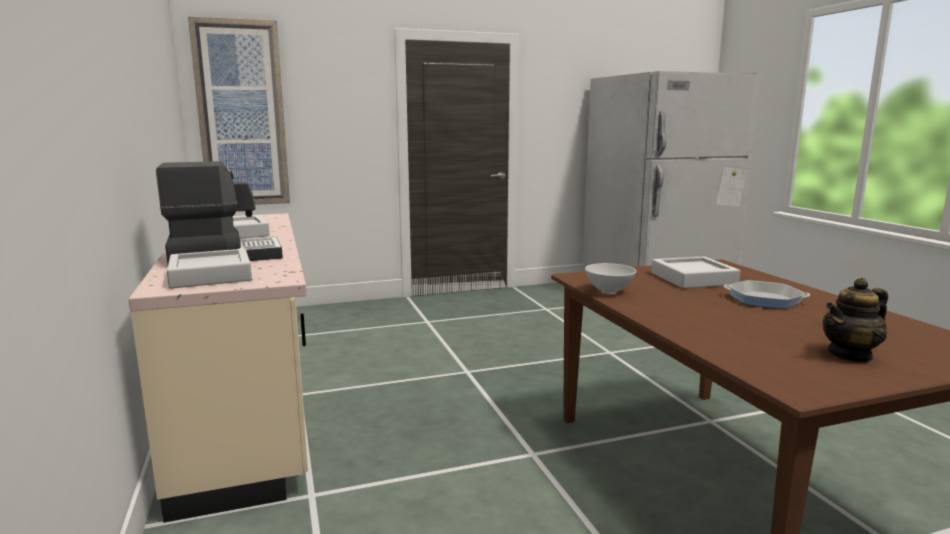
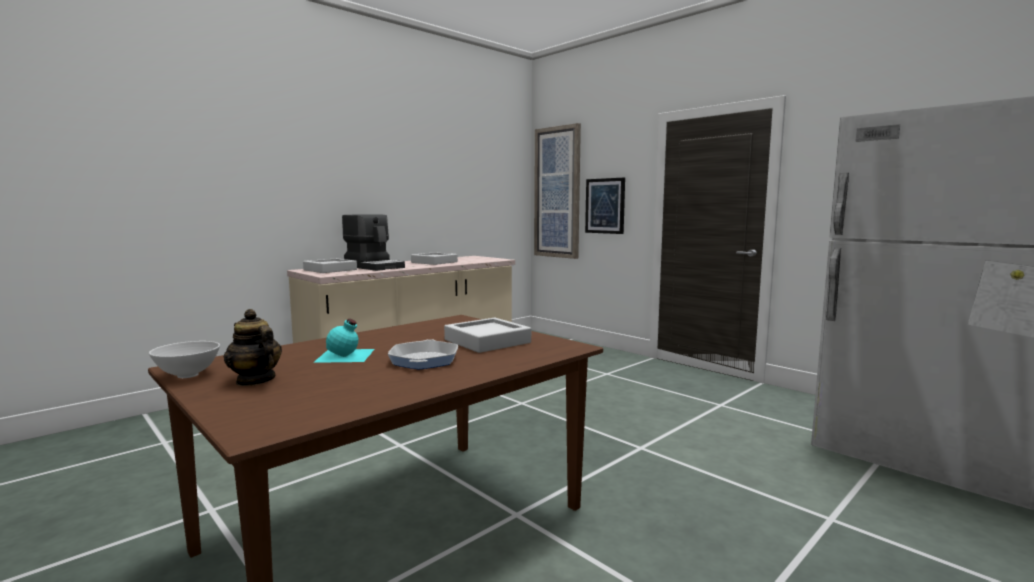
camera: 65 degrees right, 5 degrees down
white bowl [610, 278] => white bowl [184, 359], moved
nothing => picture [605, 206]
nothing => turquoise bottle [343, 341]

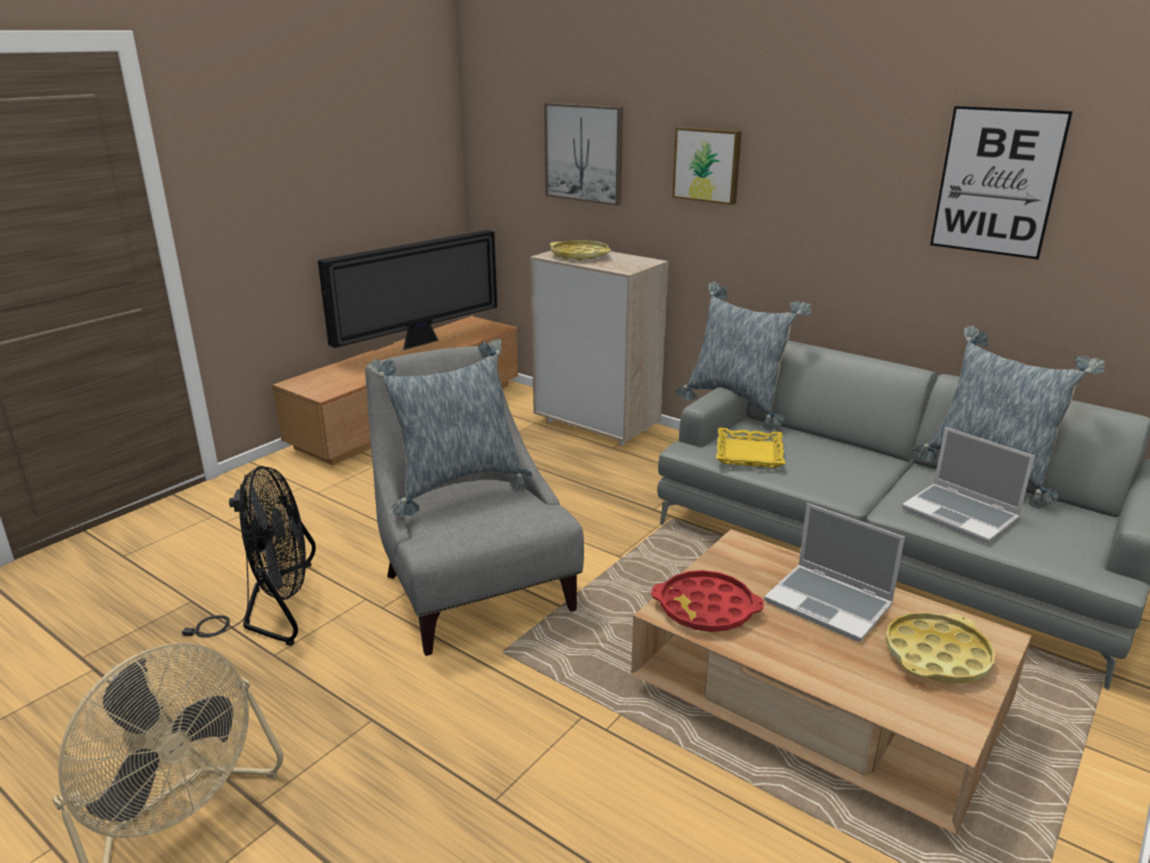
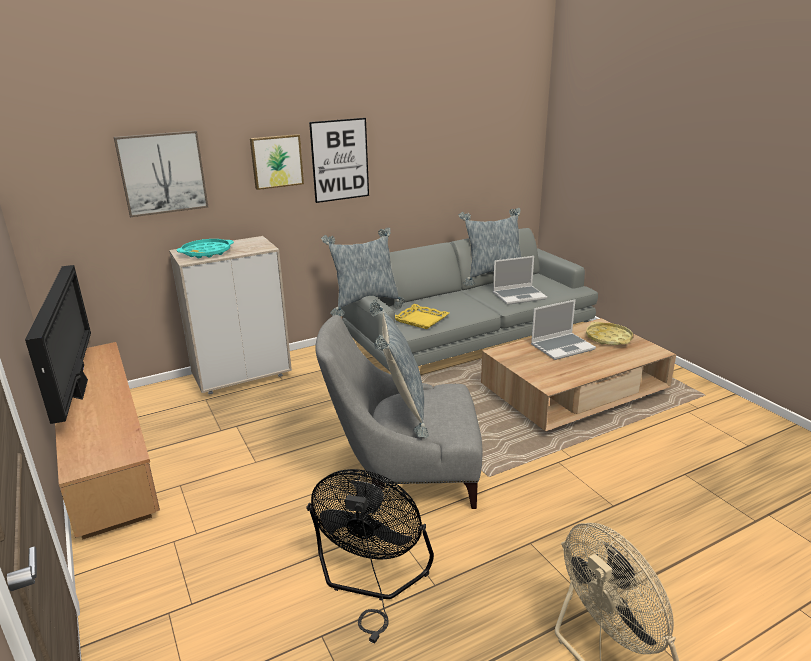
camera: 65 degrees left, 0 degrees up
picture [1001, 183] => picture [339, 160], moved
yellow tray [580, 250] => turquoise tray [205, 248]
red tray [707, 601] => nothing

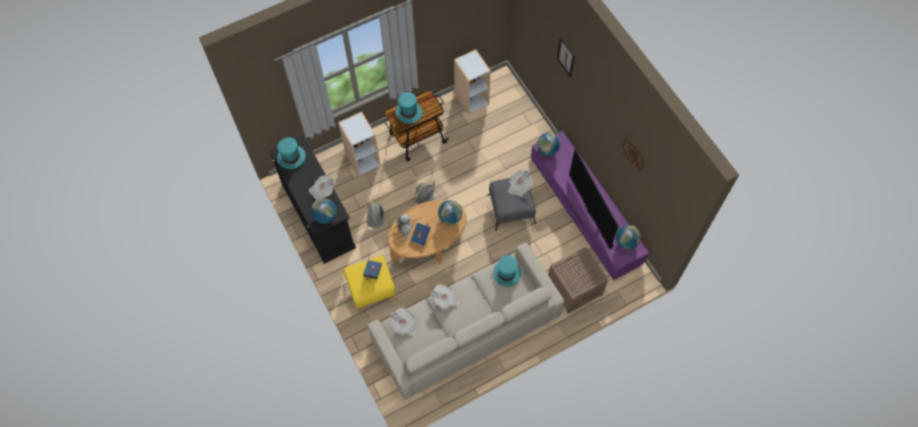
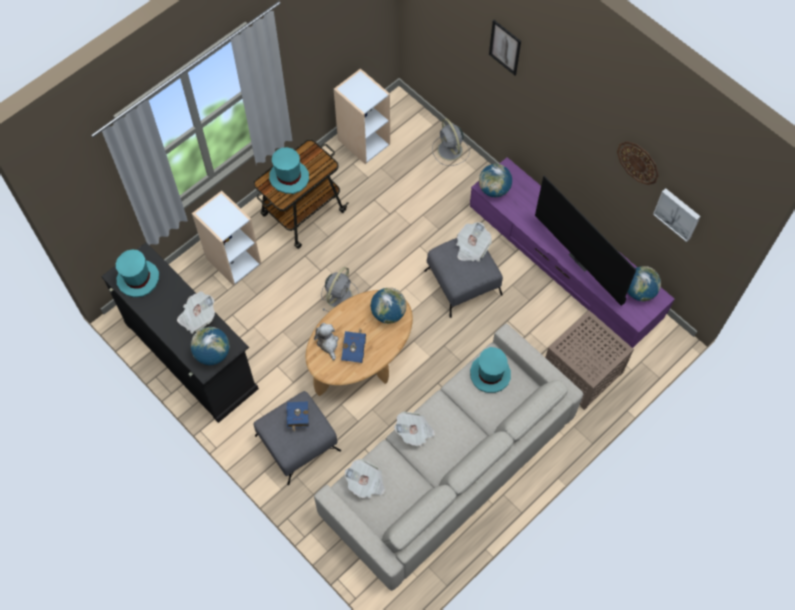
camera: 15 degrees left, 0 degrees up
grey fan [376, 215] => grey fan [451, 142], moved
yellow ottoman [371, 285] => grey ottoman [297, 438]
nothing => picture [677, 215]

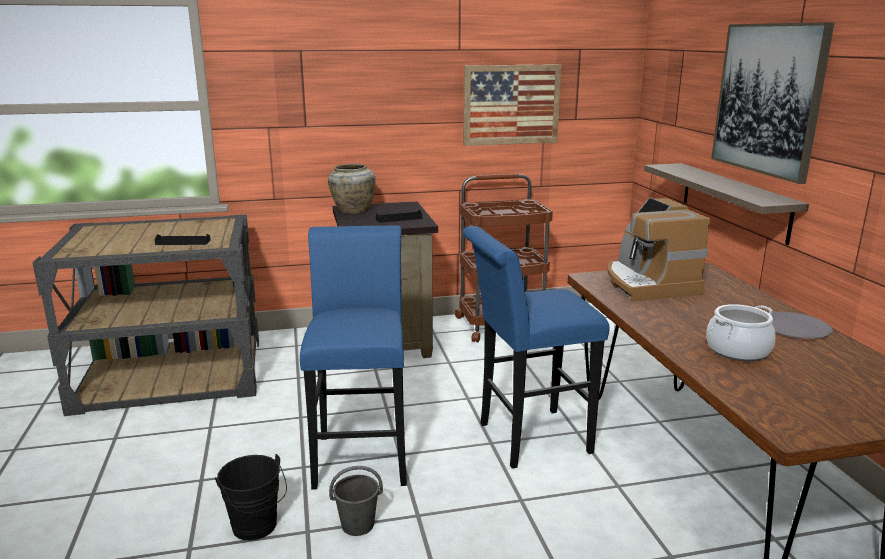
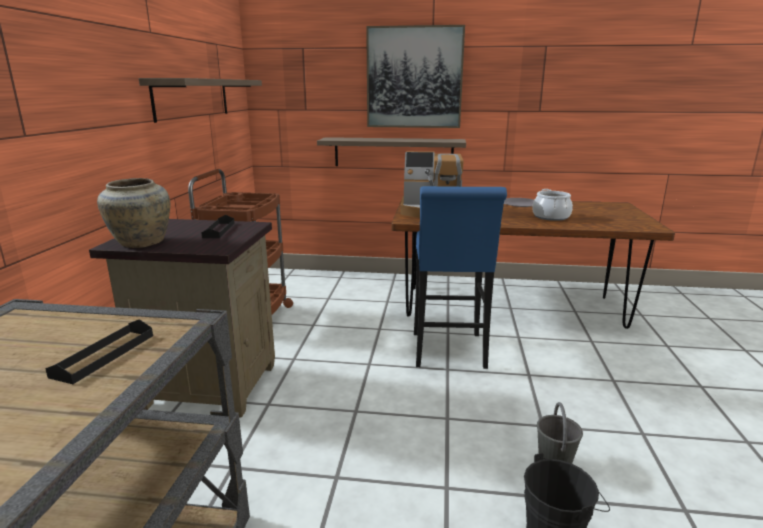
camera: 70 degrees left, 0 degrees up
picture [512, 105] => shelf [200, 100]
blue stool [353, 357] => nothing

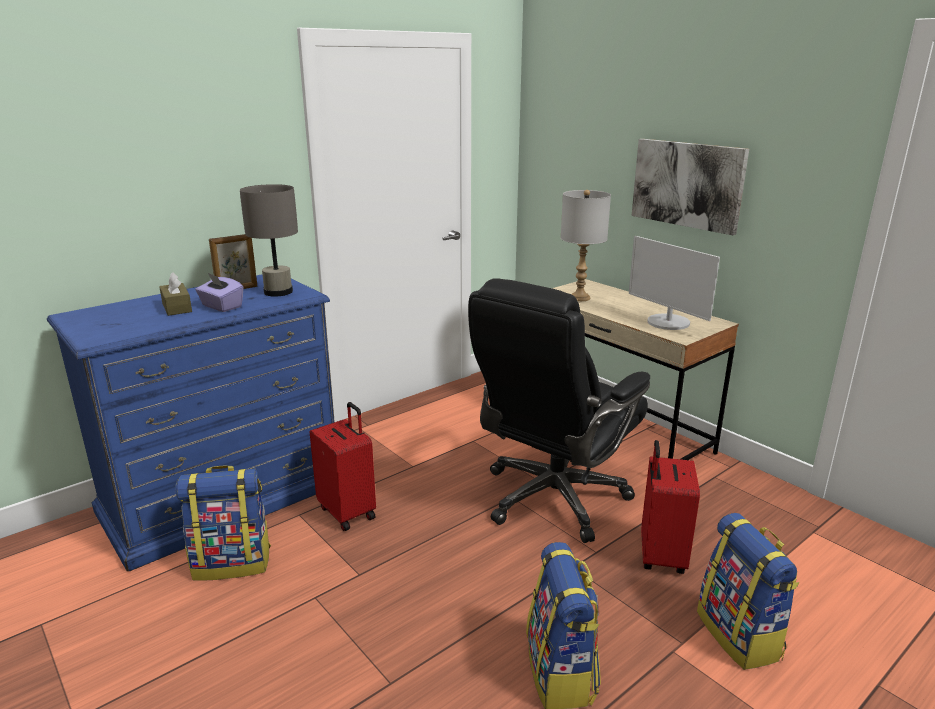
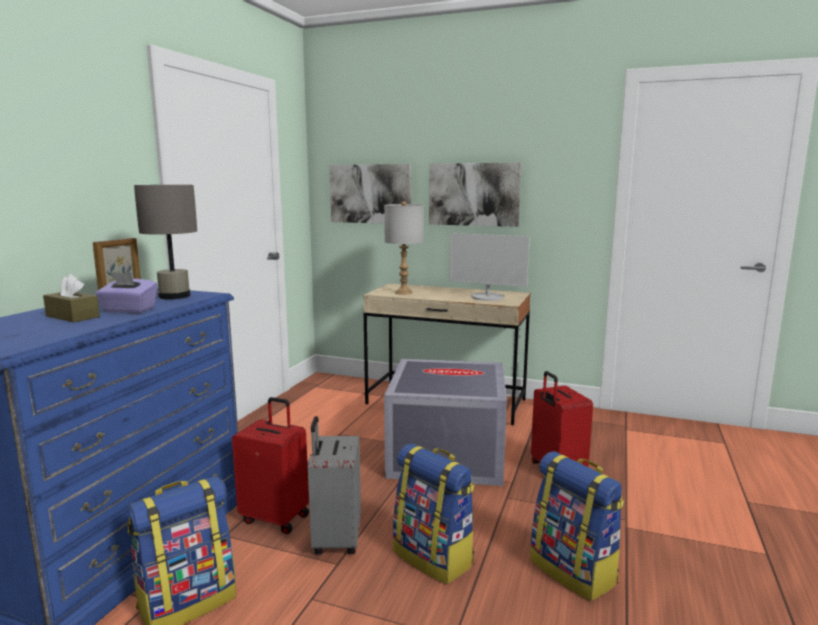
camera: 30 degrees left, 10 degrees down
black office chair [559, 410] => grey storage box [445, 422]
backpack [748, 591] => backpack [433, 514], moved
nothing => picture [370, 194]
nothing => grey suitcase [334, 485]

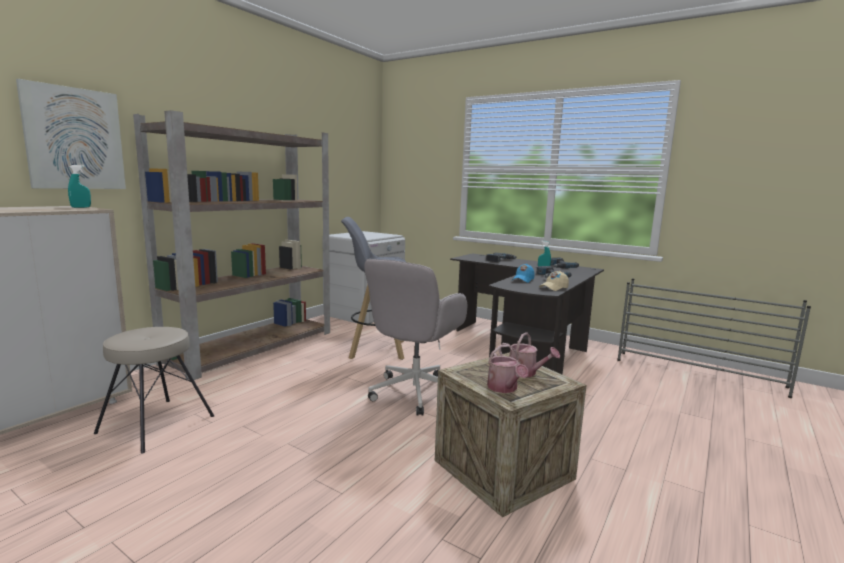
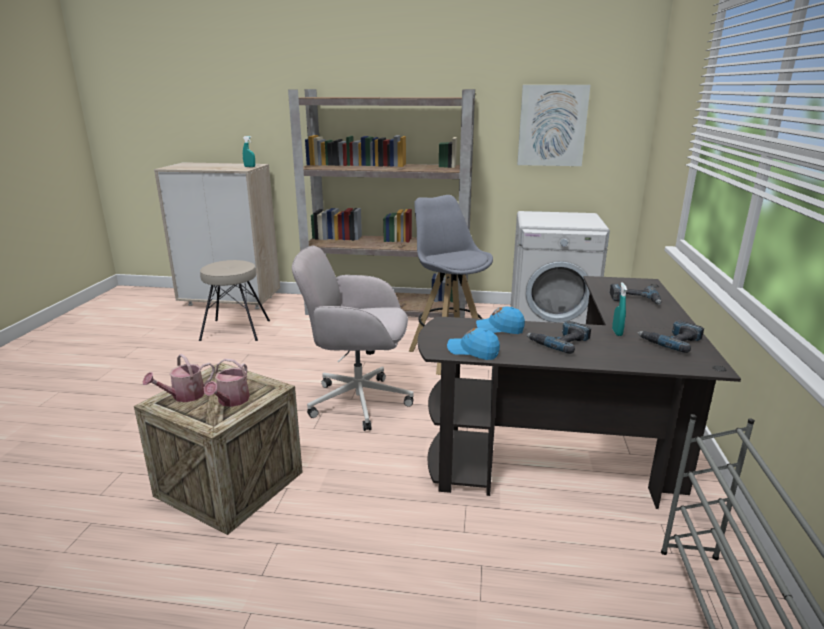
camera: 65 degrees right, 10 degrees up
picture [71, 134] => picture [553, 125], moved
beige cap [554, 281] => blue cap [473, 344]

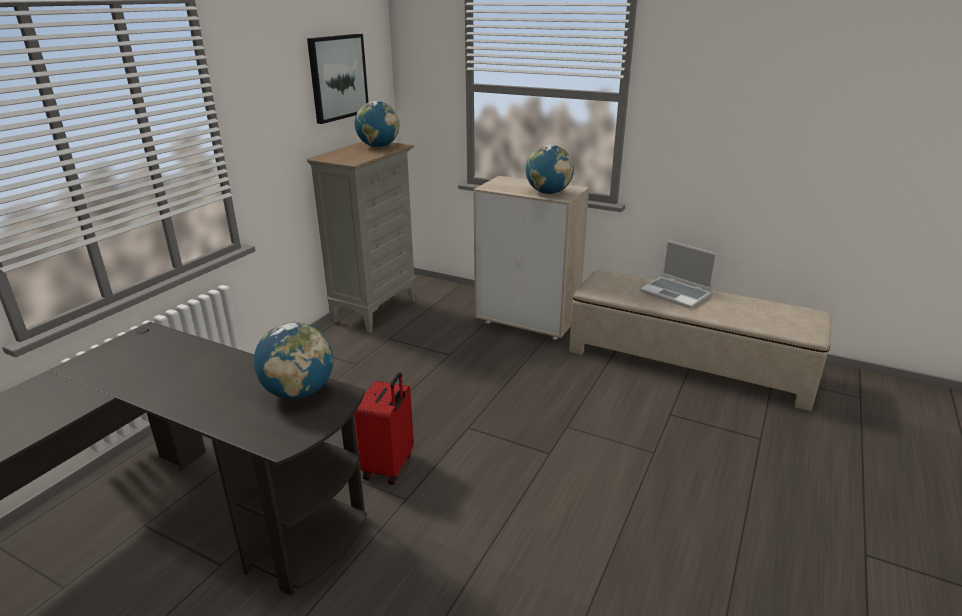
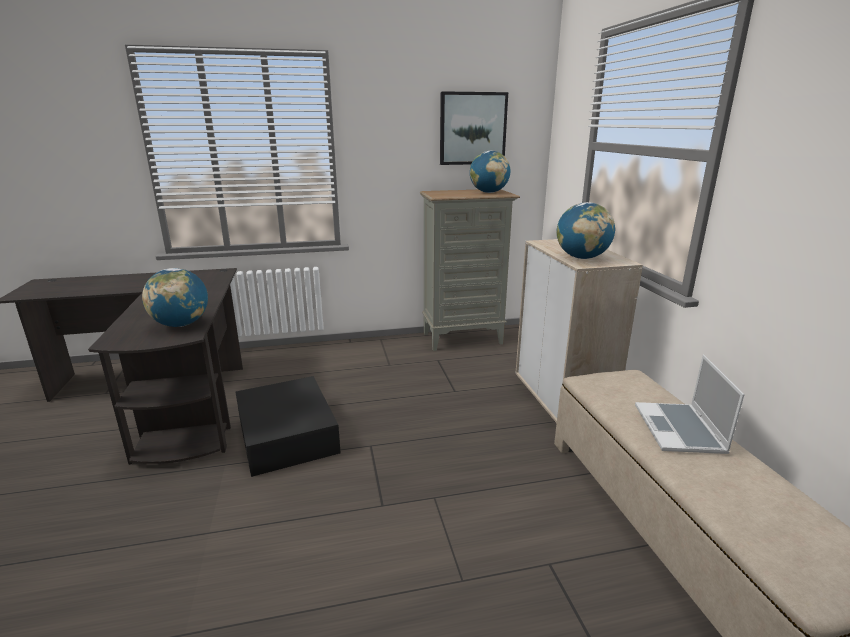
camera: 50 degrees right, 5 degrees down
red suitcase [384, 428] => black storage box [288, 426]

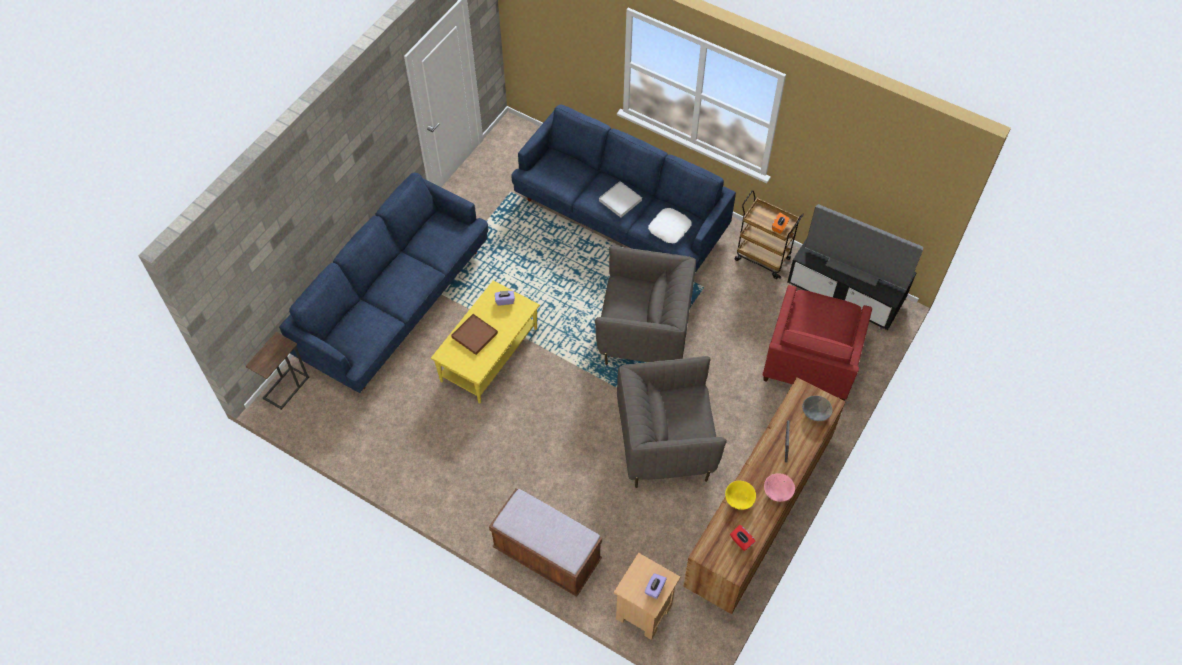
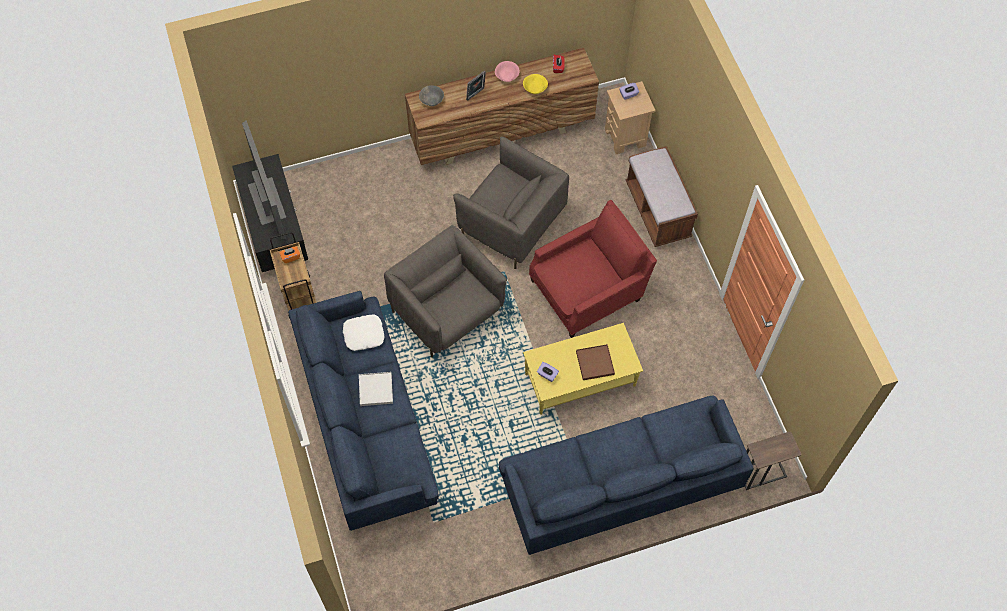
camera: 140 degrees left, 5 degrees up
red armchair [817, 343] => red armchair [593, 269], moved

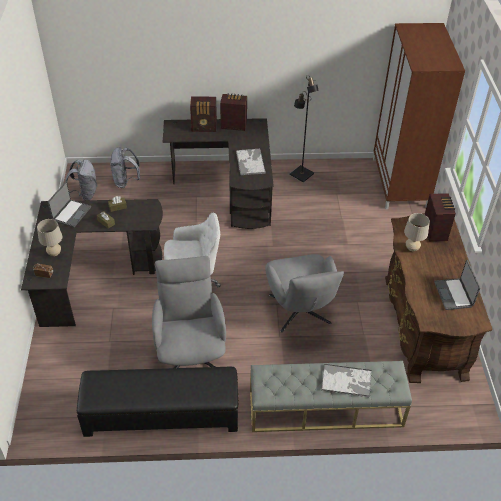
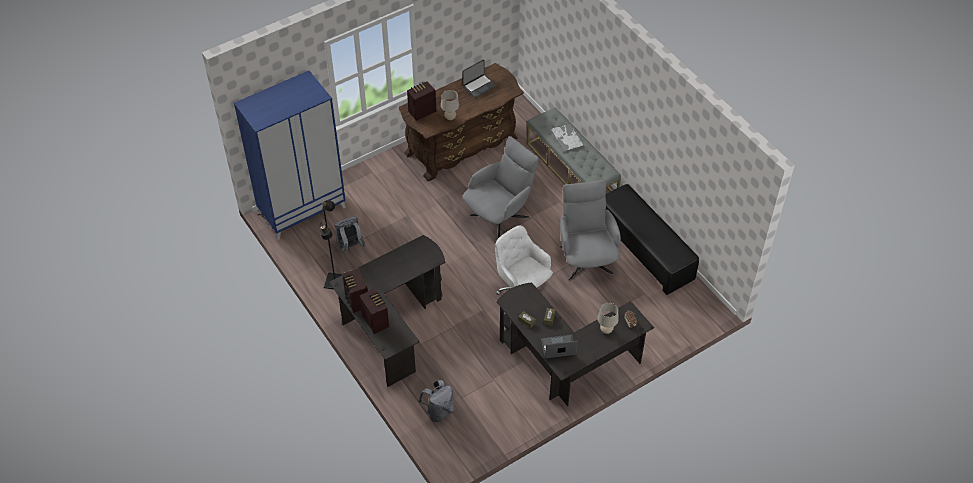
camera: 120 degrees left, 5 degrees up
brown wardrobe [419, 116] => blue wardrobe [290, 155]
tray [251, 162] => nothing
grey backpack [81, 179] => grey backpack [349, 235], moved
grey armchair [189, 312] => grey armchair [590, 230], 120 degrees clockwise

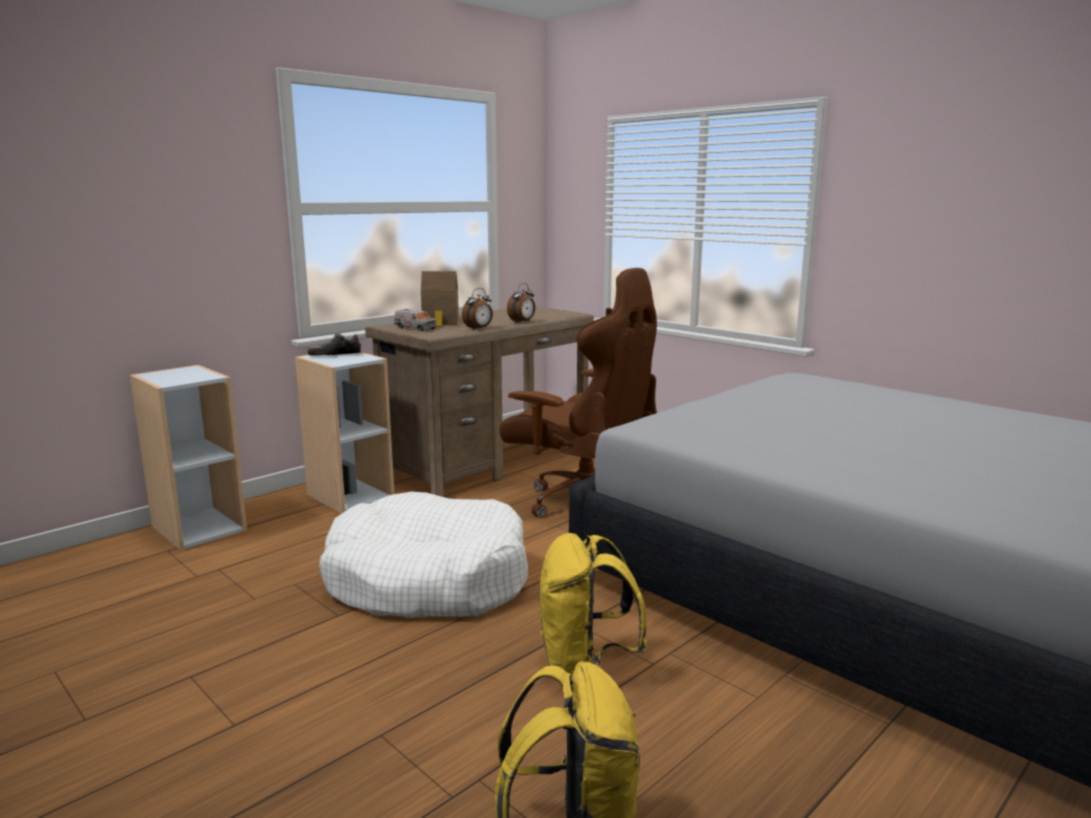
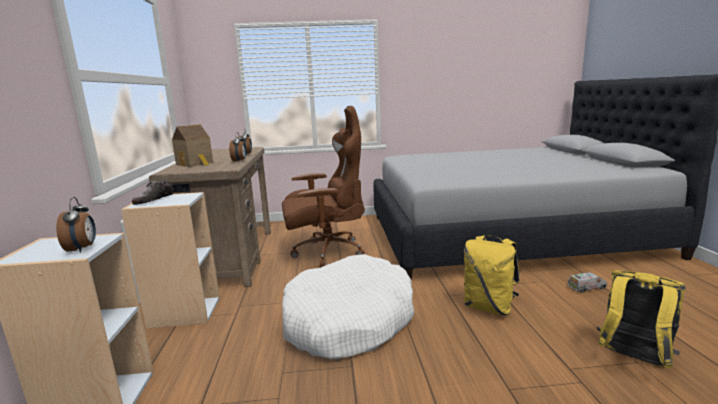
camera: 50 degrees left, 0 degrees up
toy truck [415, 320] => toy truck [587, 282], moved
nothing => alarm clock [76, 225]

